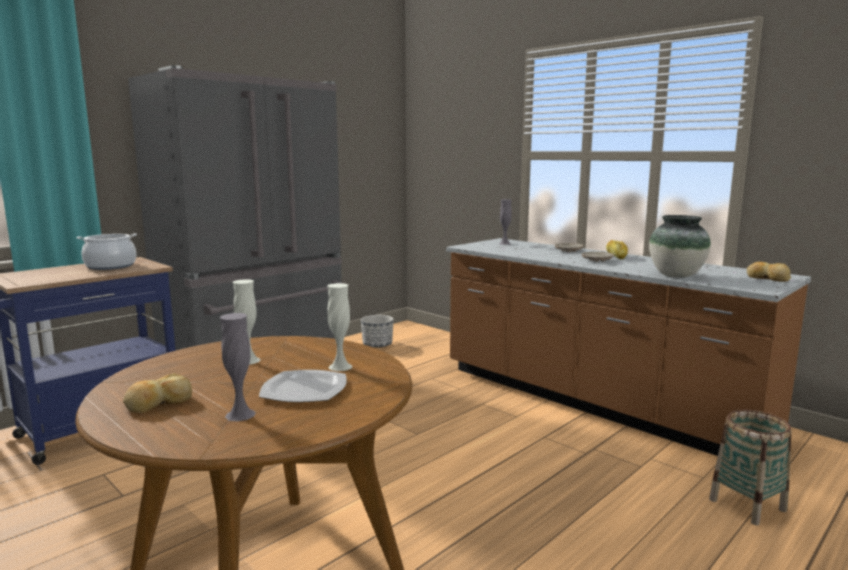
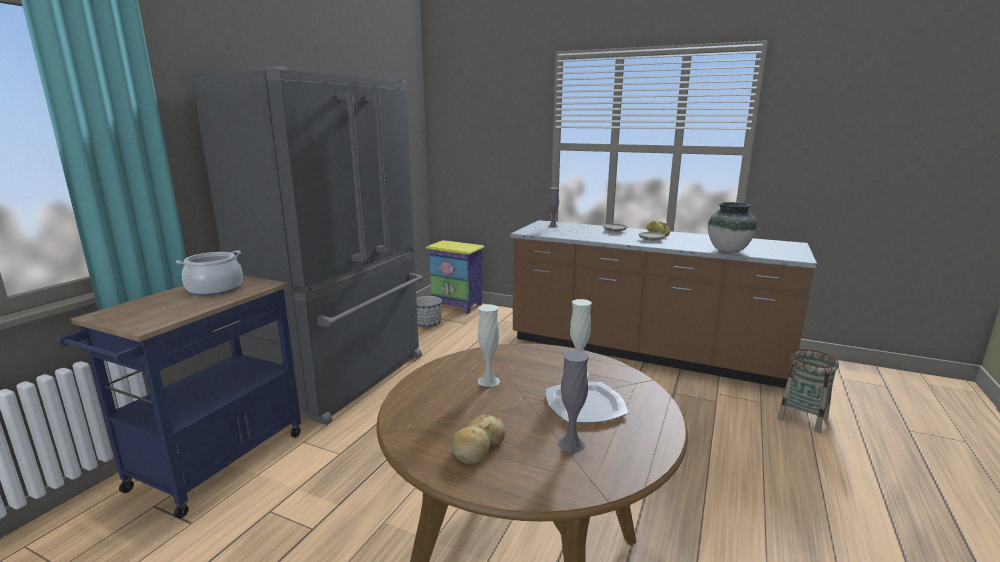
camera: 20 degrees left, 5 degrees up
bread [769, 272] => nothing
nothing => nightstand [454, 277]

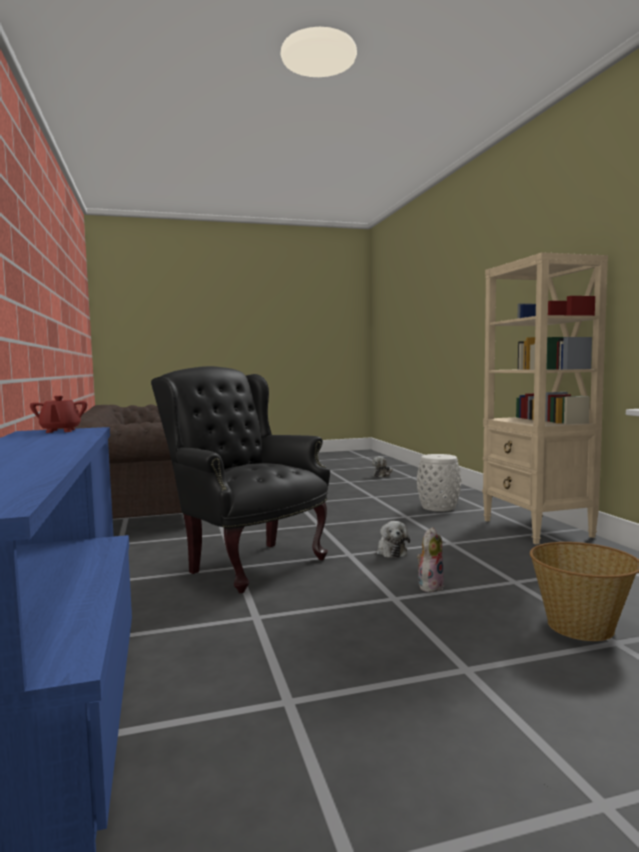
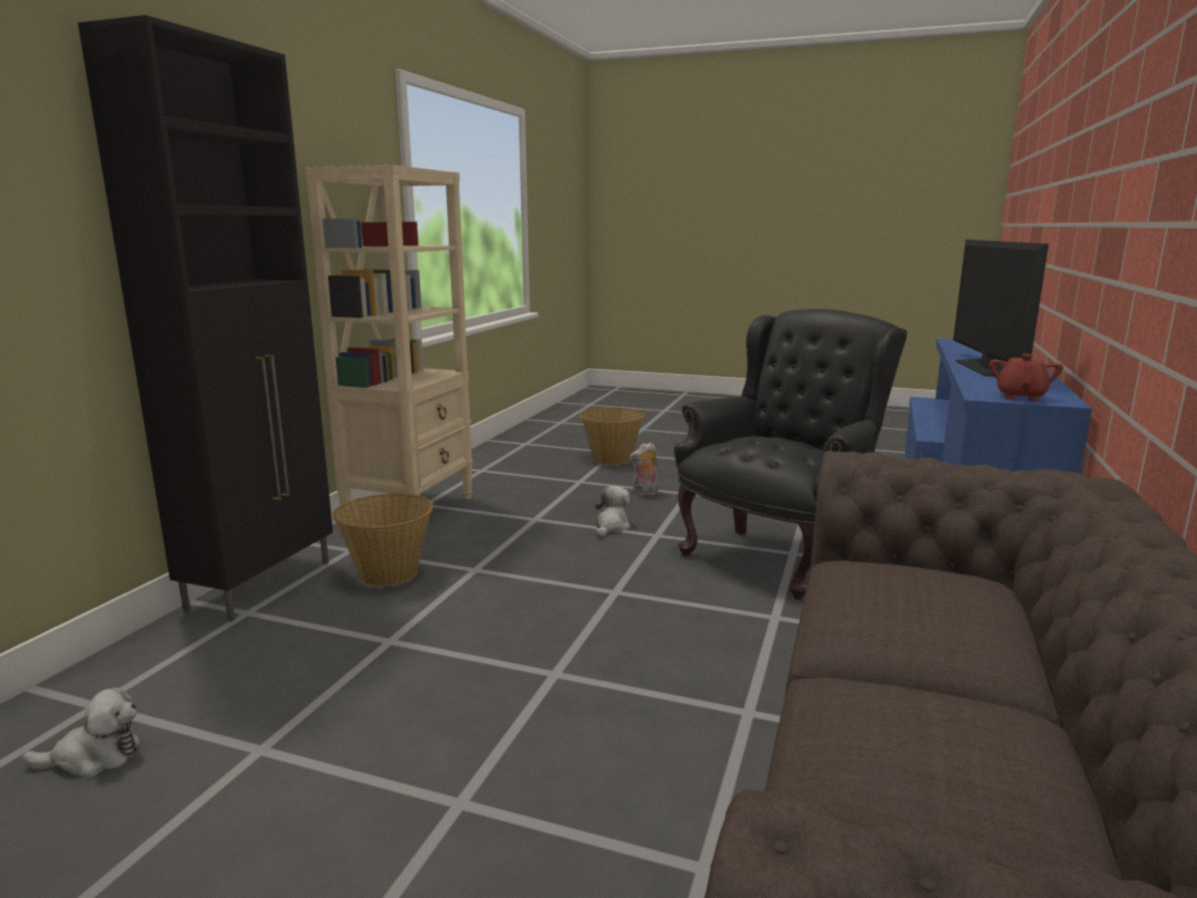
camera: 145 degrees left, 10 degrees up
black armchair [240, 479] => black armchair [790, 454], 120 degrees counterclockwise
white stool [439, 483] => basket [382, 539]
nothing => black cabinet [205, 318]
nothing => television [1001, 308]

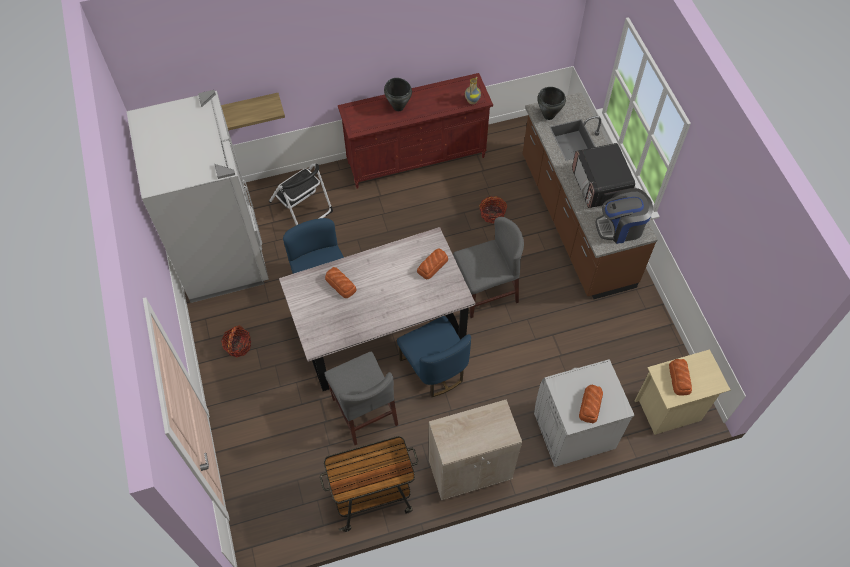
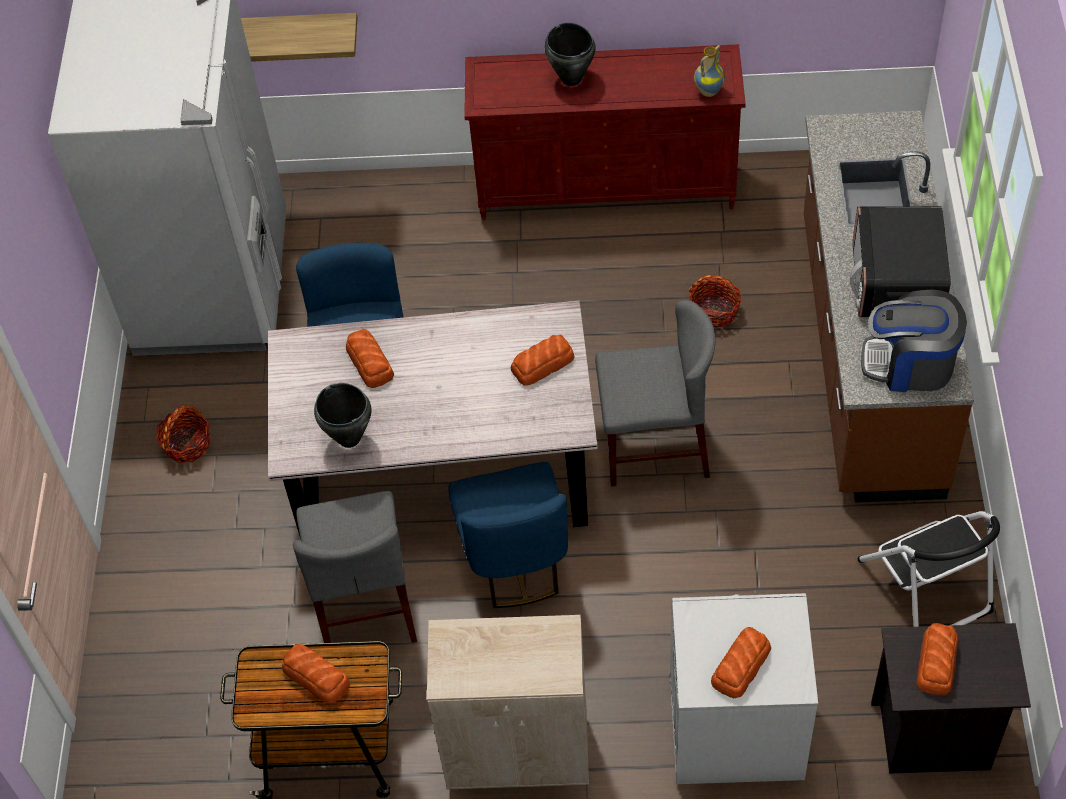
camera: 20 degrees right, 5 degrees down
black cooking pot [551, 103] => black cooking pot [342, 415], moved
step ladder [301, 194] => step ladder [929, 569], moved
beige nightstand [682, 392] => black nightstand [951, 698]
nothing => bread [316, 674]

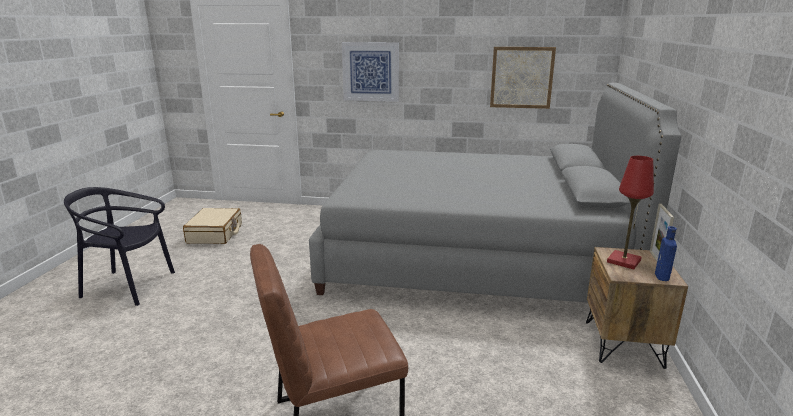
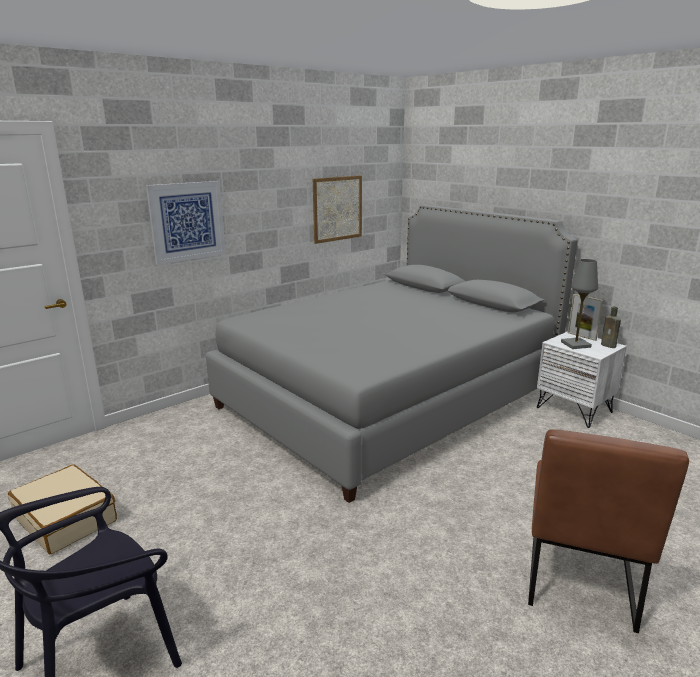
camera: 50 degrees left, 0 degrees up
red table lamp [630, 212] => grey table lamp [579, 304]
blue bottle [666, 253] => brown bottle [611, 327]
brown nightstand [637, 308] => white nightstand [582, 379]

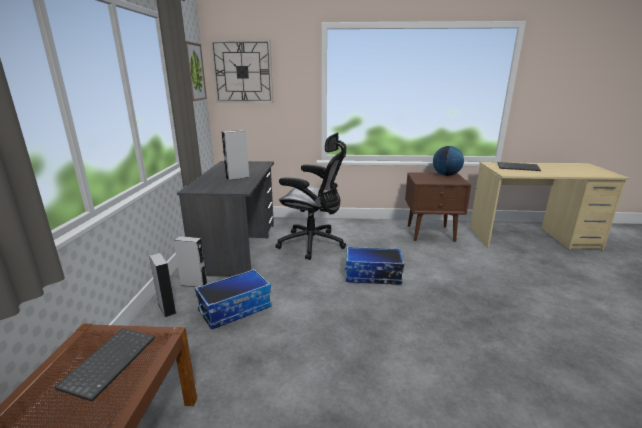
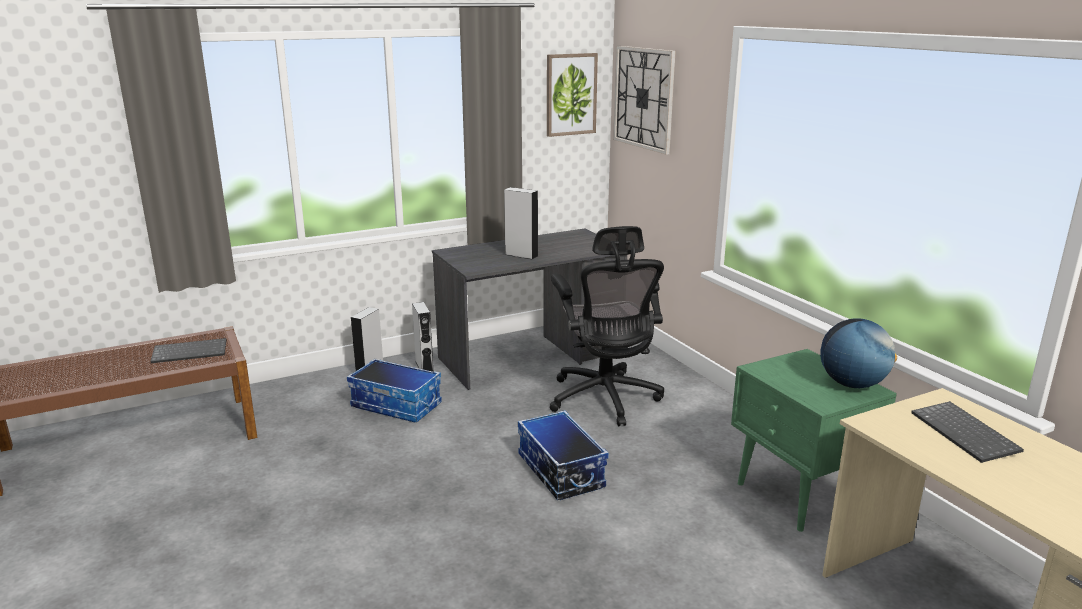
camera: 60 degrees right, 0 degrees up
brown nightstand [438, 207] => green nightstand [814, 440]

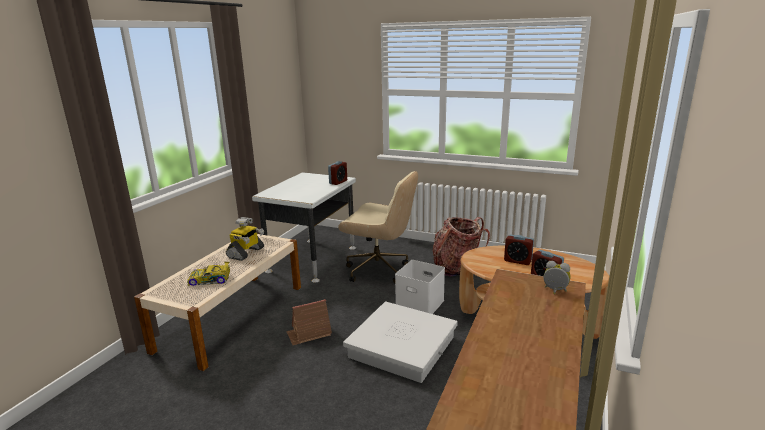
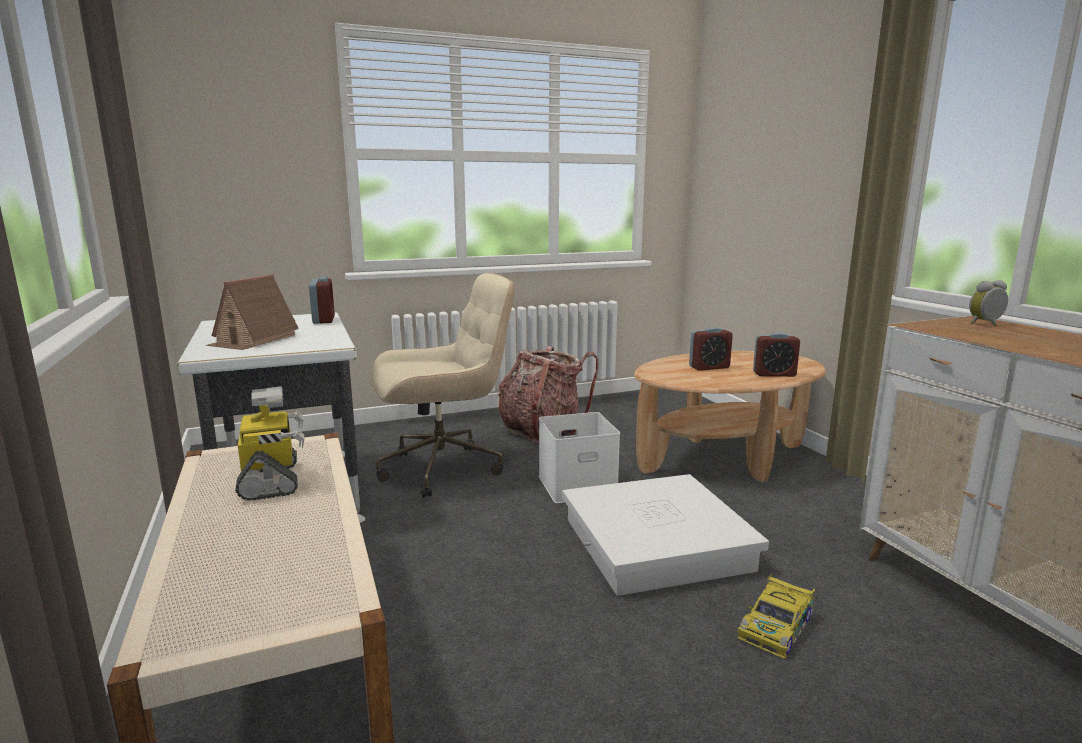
camera: 45 degrees left, 5 degrees down
toy car [208, 274] => toy car [776, 615], moved
toy house [309, 322] => toy house [252, 312], moved

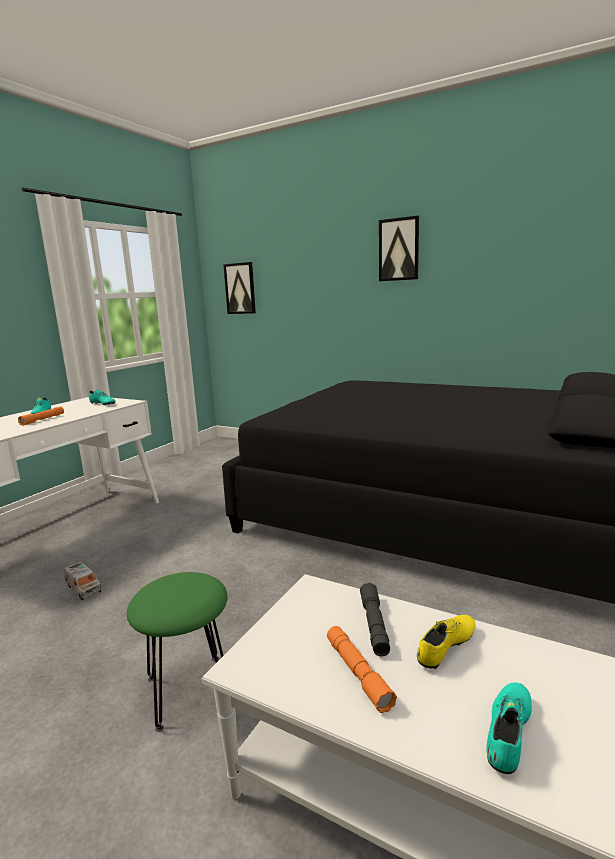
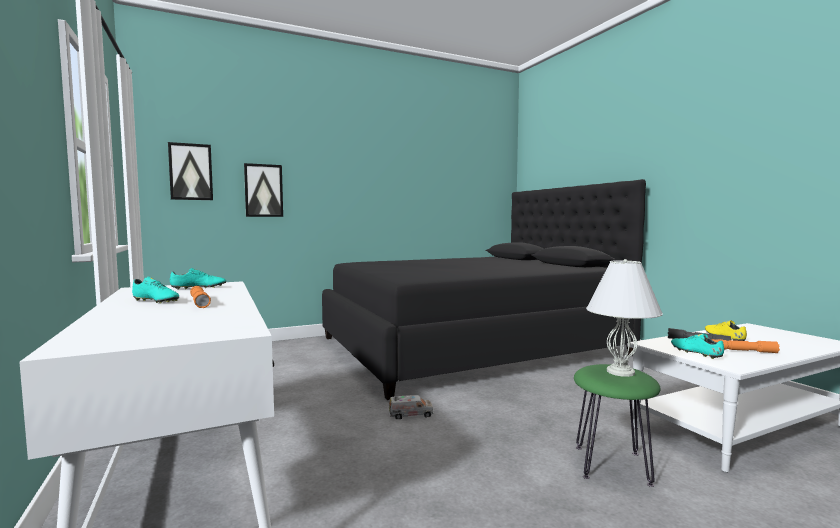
camera: 55 degrees left, 10 degrees down
picture [399, 248] => picture [263, 190], moved
toy truck [83, 581] => toy truck [410, 407], moved
turquoise shoe [509, 728] => turquoise shoe [697, 346], moved
nothing => white table lamp [624, 318]

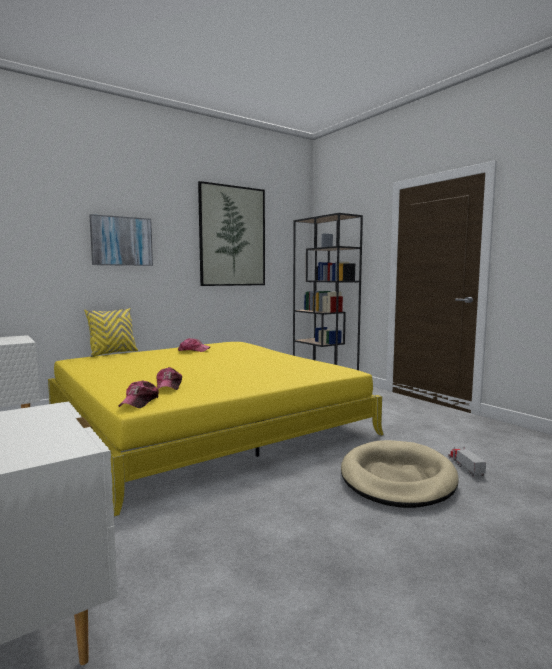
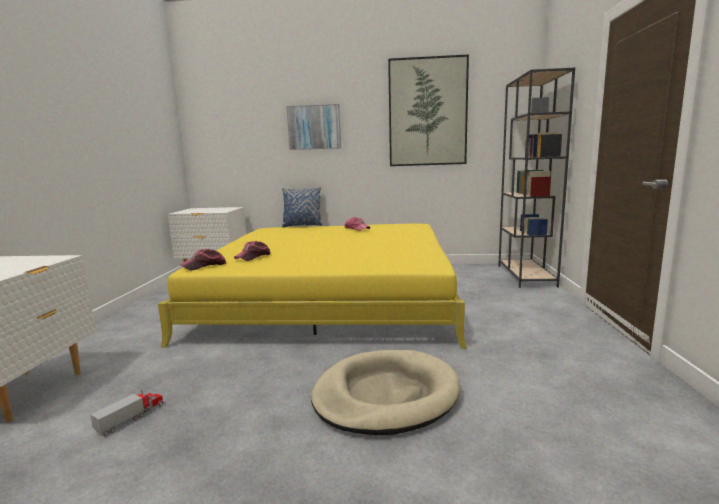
camera: 40 degrees right, 5 degrees up
yellow pillow [111, 332] => blue pillow [302, 207]
toy truck [467, 462] => toy truck [128, 413], moved

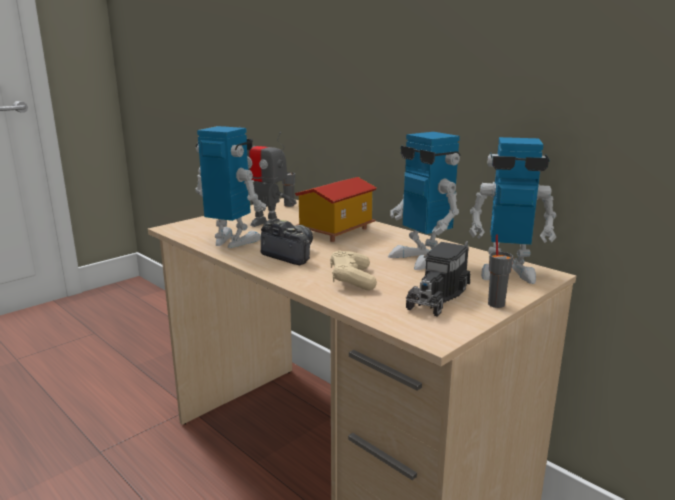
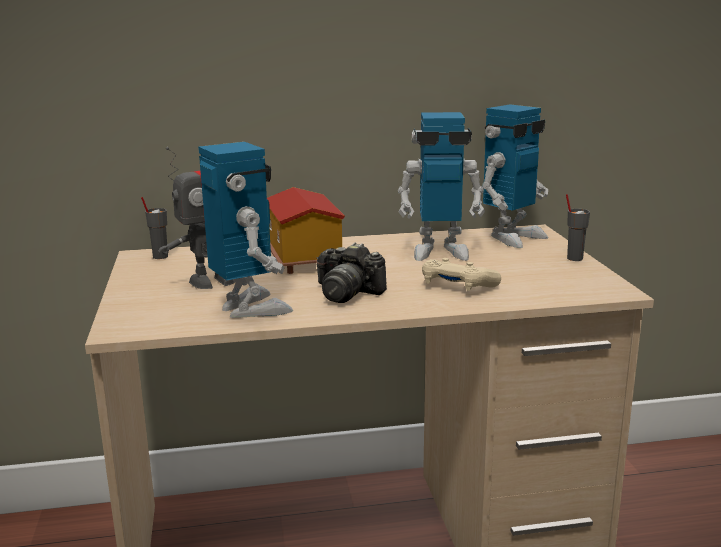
camera: 55 degrees left, 0 degrees up
toy robot [230, 187] => toy robot [245, 230], 90 degrees clockwise
photo camera [287, 242] => photo camera [352, 273], 135 degrees counterclockwise
toy truck [438, 279] => nothing

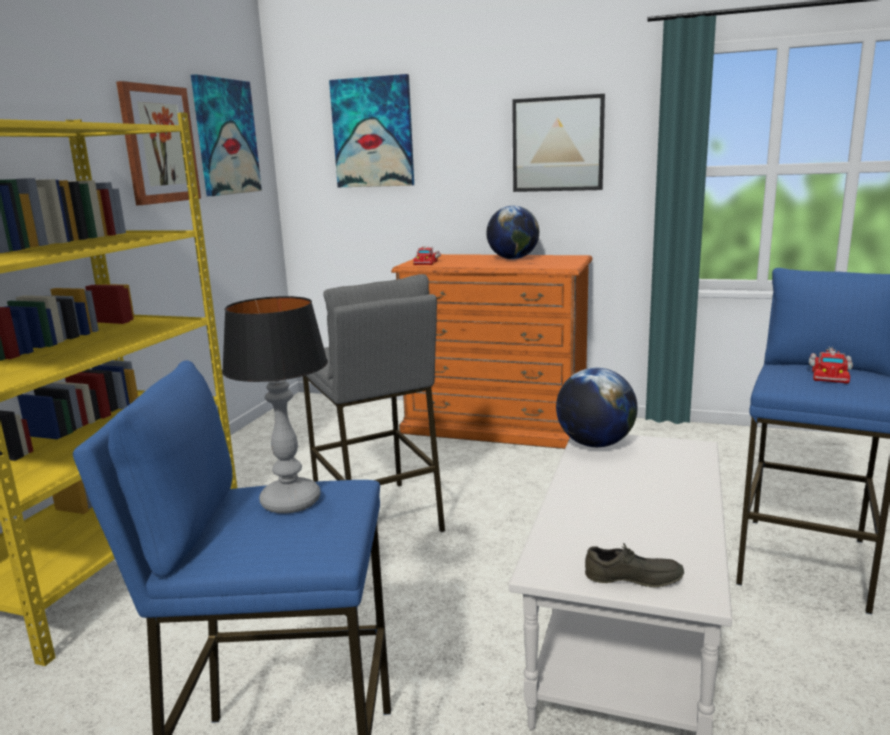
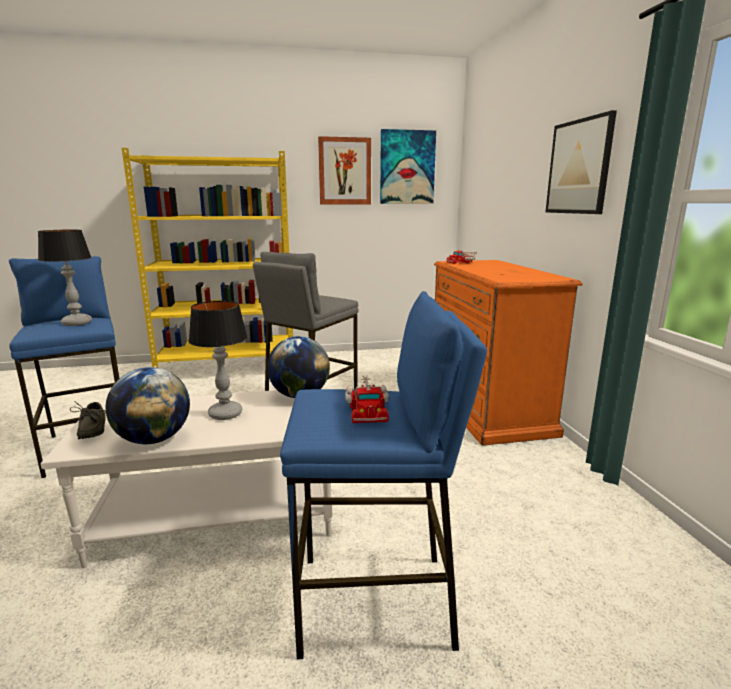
camera: 60 degrees right, 0 degrees up
picture [371, 130] => nothing
globe [512, 232] => globe [148, 405], moved
toy truck [831, 365] => toy truck [367, 399], 90 degrees counterclockwise
nothing => table lamp [218, 360]

